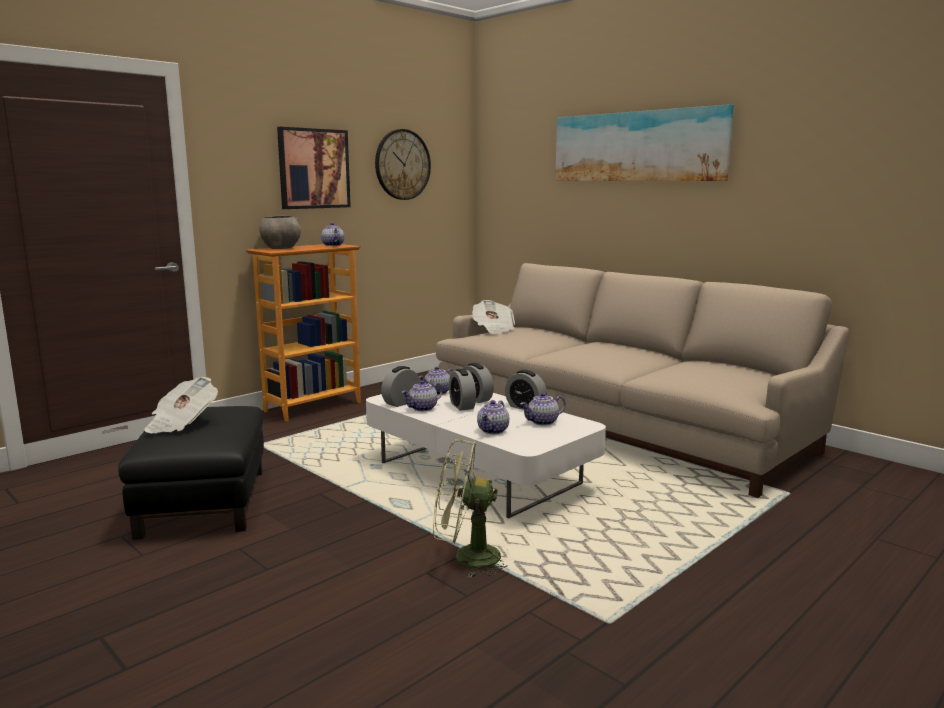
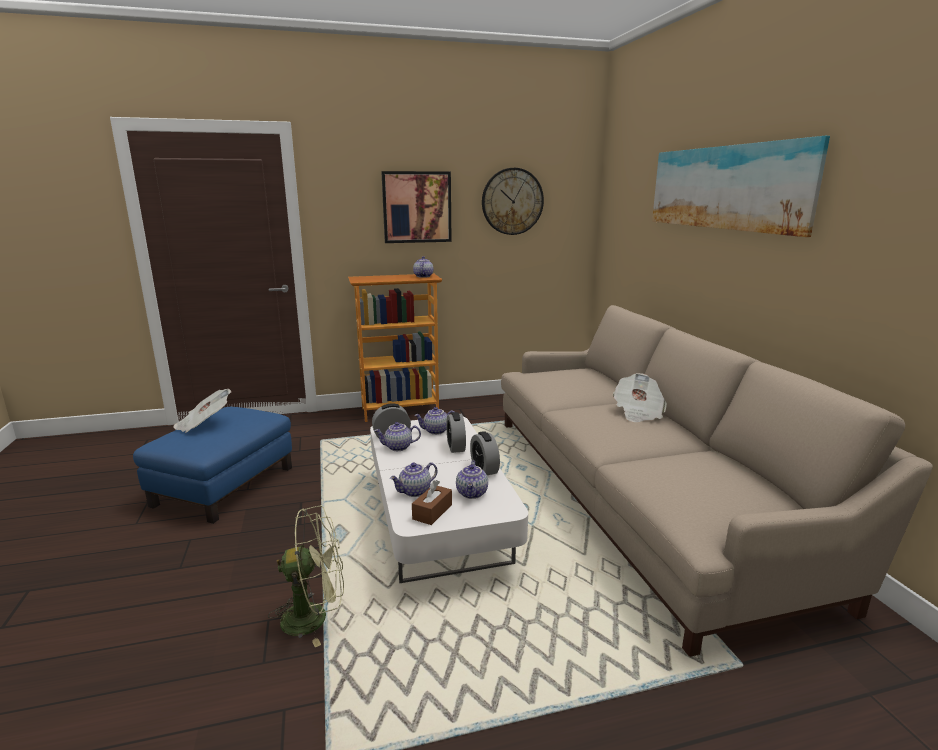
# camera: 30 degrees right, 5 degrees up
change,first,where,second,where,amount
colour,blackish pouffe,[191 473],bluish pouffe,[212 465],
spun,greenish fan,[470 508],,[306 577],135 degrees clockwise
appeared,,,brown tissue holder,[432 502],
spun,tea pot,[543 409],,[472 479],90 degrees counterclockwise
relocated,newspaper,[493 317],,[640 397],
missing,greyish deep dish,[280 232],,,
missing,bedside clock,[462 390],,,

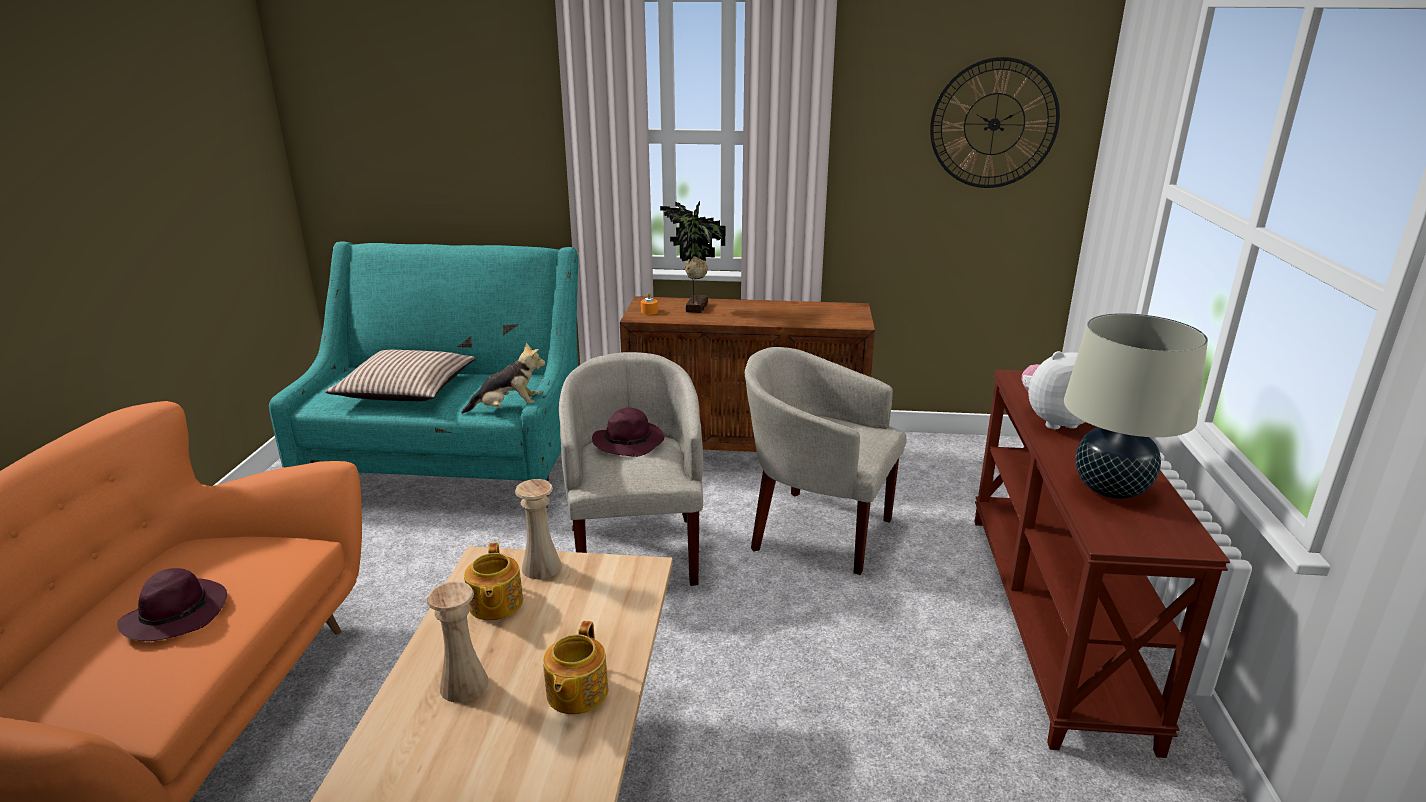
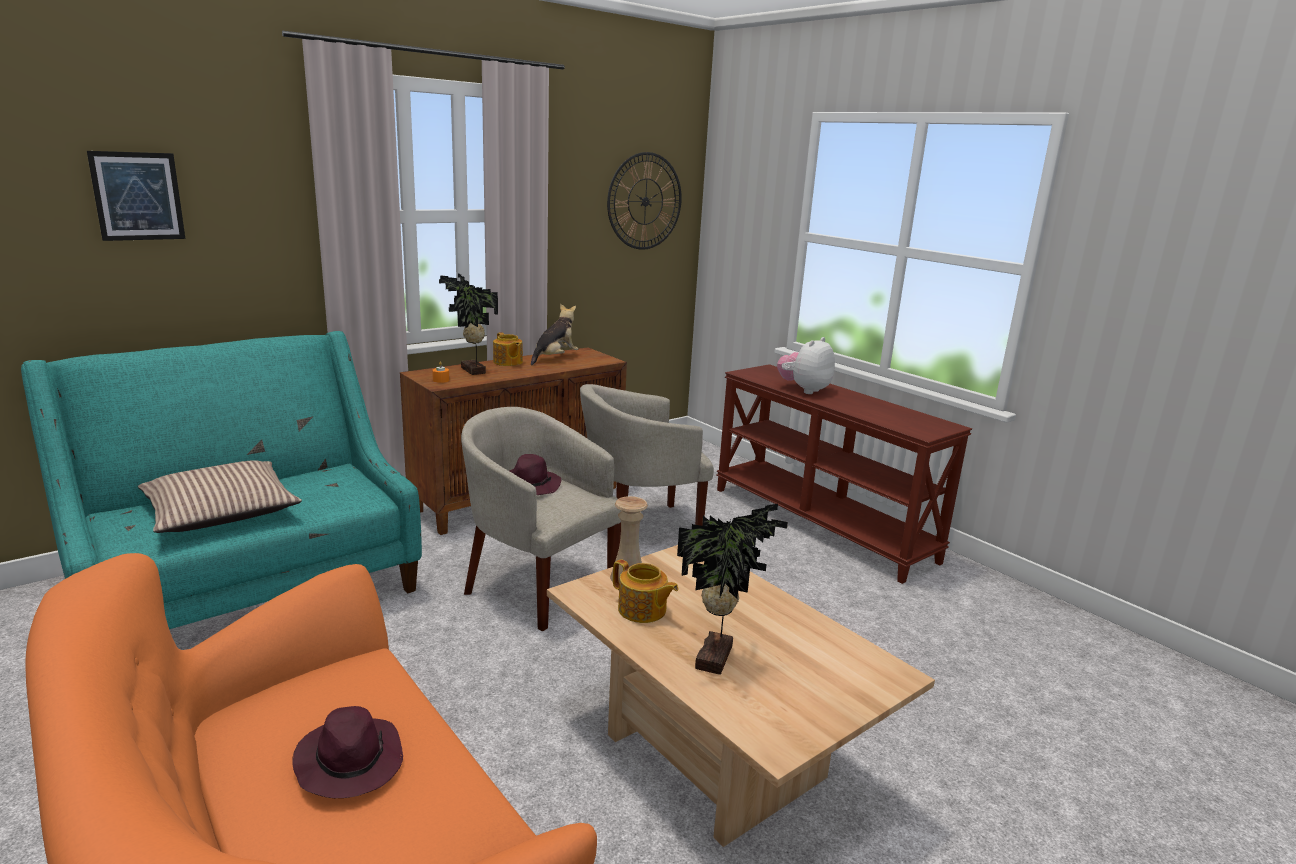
# camera: 45 degrees left, 5 degrees down
change,first,where,second,where,amount
appeared,,,picture,[136 196],
relocated,tea pot,[575 667],,[508 349],
relocated,soft toy,[503 378],,[554 334],
exchanged,sand-coloured decorative vase,[458 642],potted plant,[732 589],
missing,sand-coloured lamp for a table,[1136 406],,,

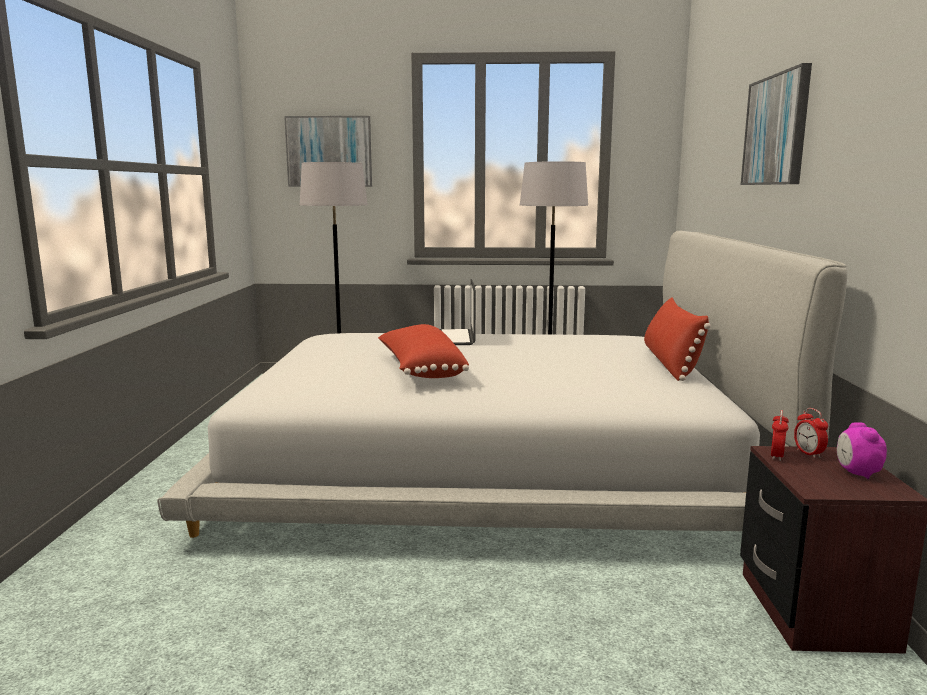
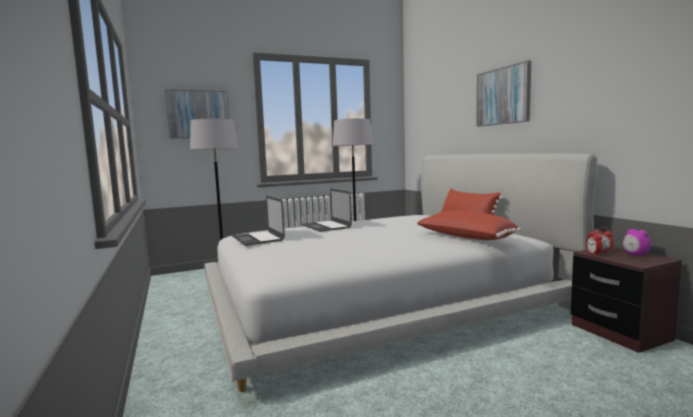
# camera: 25 degrees left, 5 degrees down
change,first,where,second,where,amount
appeared,,,portable computer,[259 221],
relocated,red pillow,[423 351],,[469 225],

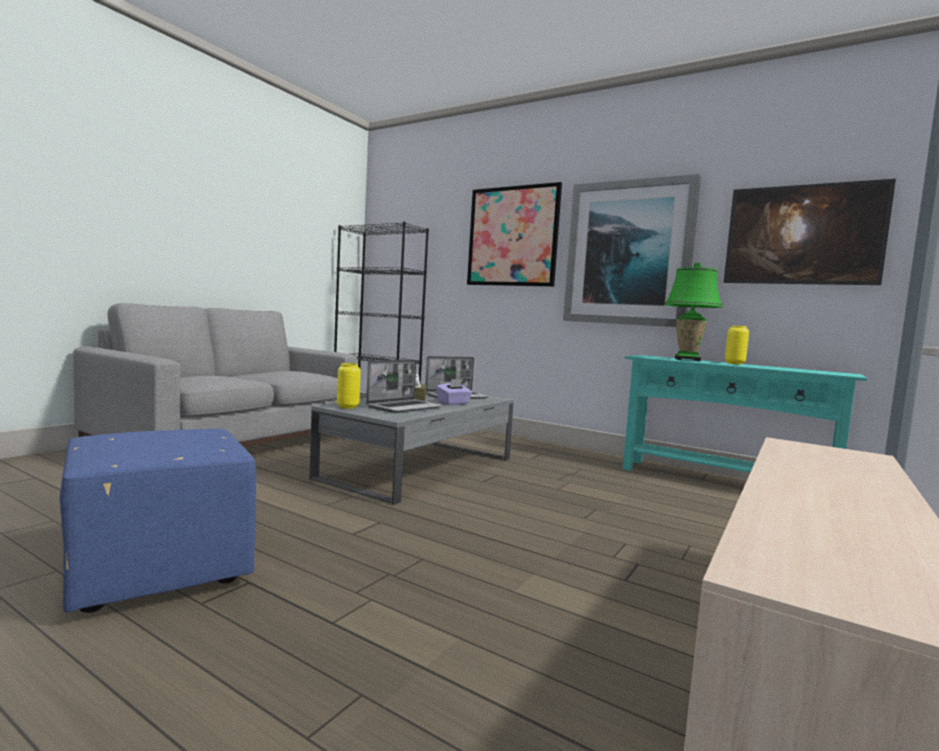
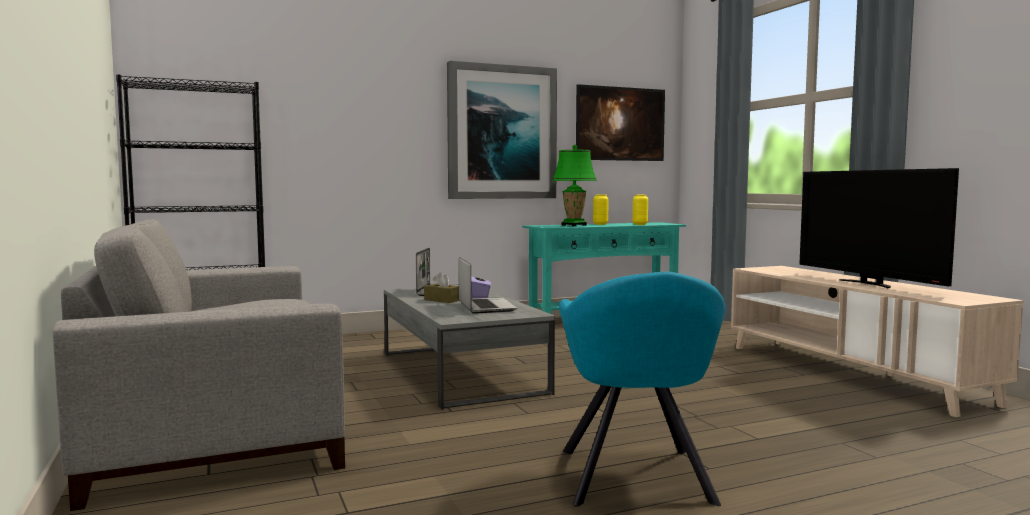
# camera: 55 degrees left, 0 degrees up
change,first,where,second,where,amount
exchanged,bluish pouffe,[157 521],turquoise easy chair,[642 389],
relocated,yellow decorative vase,[349 386],,[640 210],
appeared,,,TV,[879 228],
missing,picture,[514 234],,,

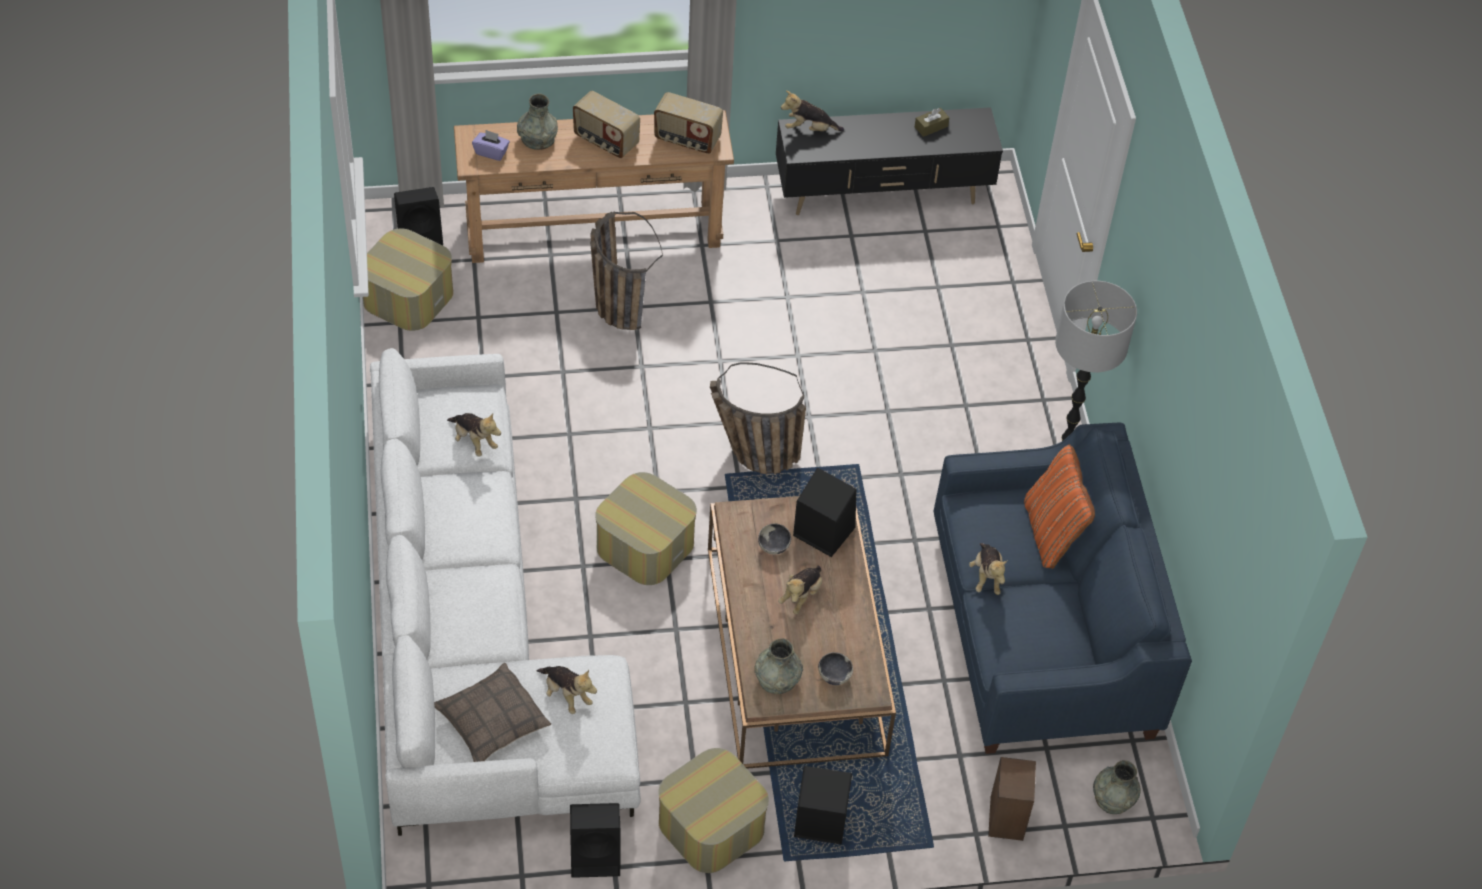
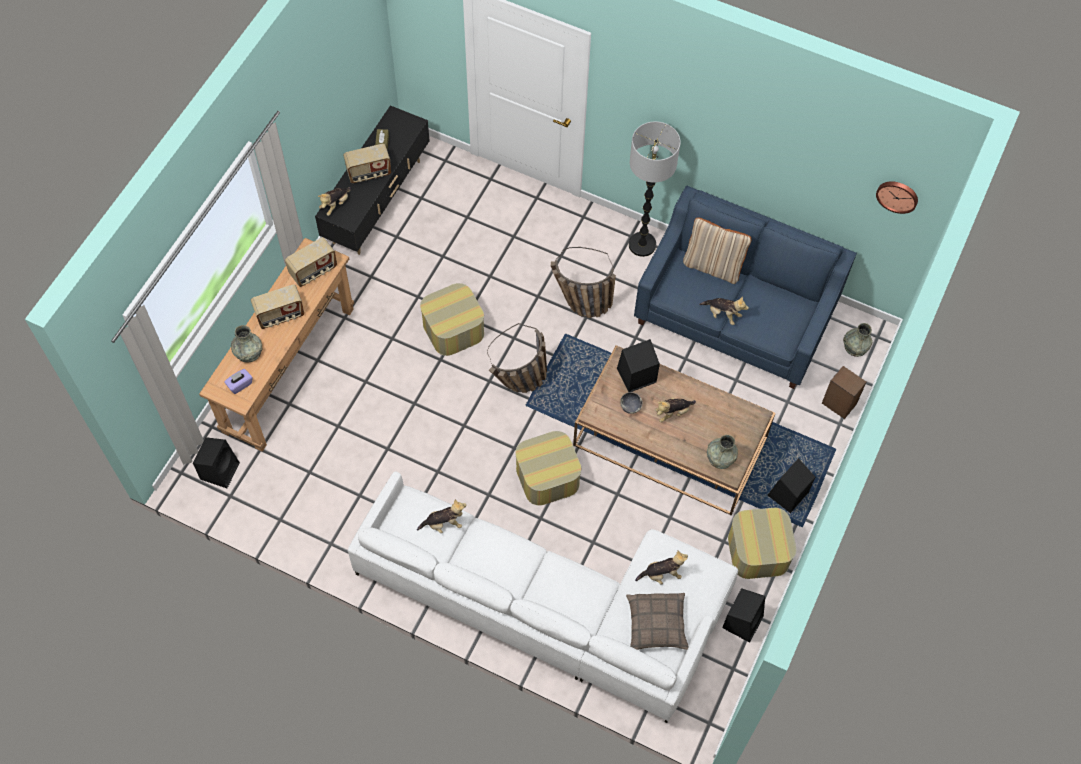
# camera: 55 degrees left, 10 degrees up
change,first,where,second,where,amount
appeared,,,radio receiver,[367 163],
relocated,pouffe,[408 280],,[452 319],
relocated,storage basket,[626 271],,[583 282],
spun,soft toy,[800 589],,[675 409],90 degrees clockwise
colour,orange-coloured pillow,[1059 506],sand-coloured pillow,[717 251],
appeared,,,wall clock,[897 197],
missing,deep dish,[835 668],,,

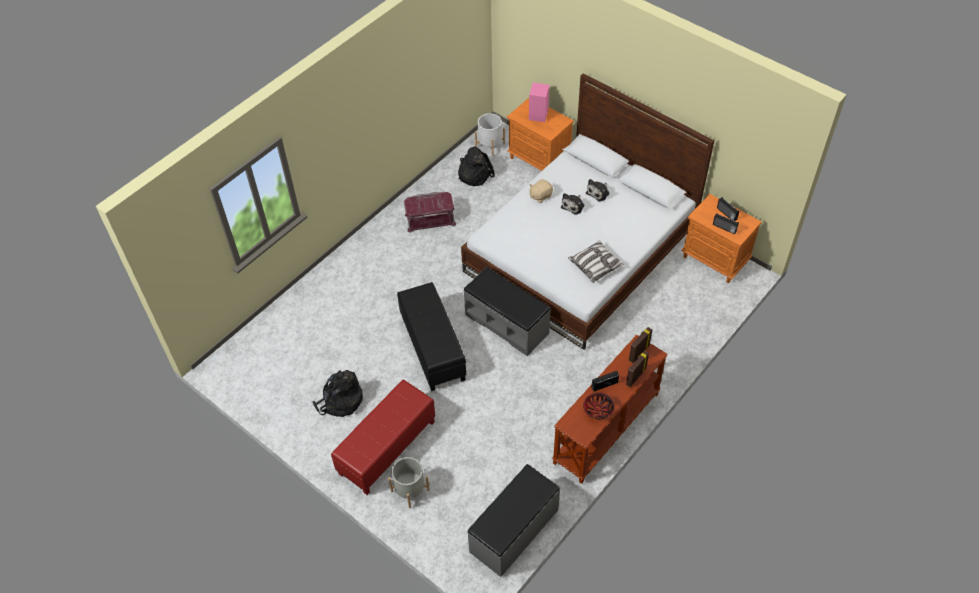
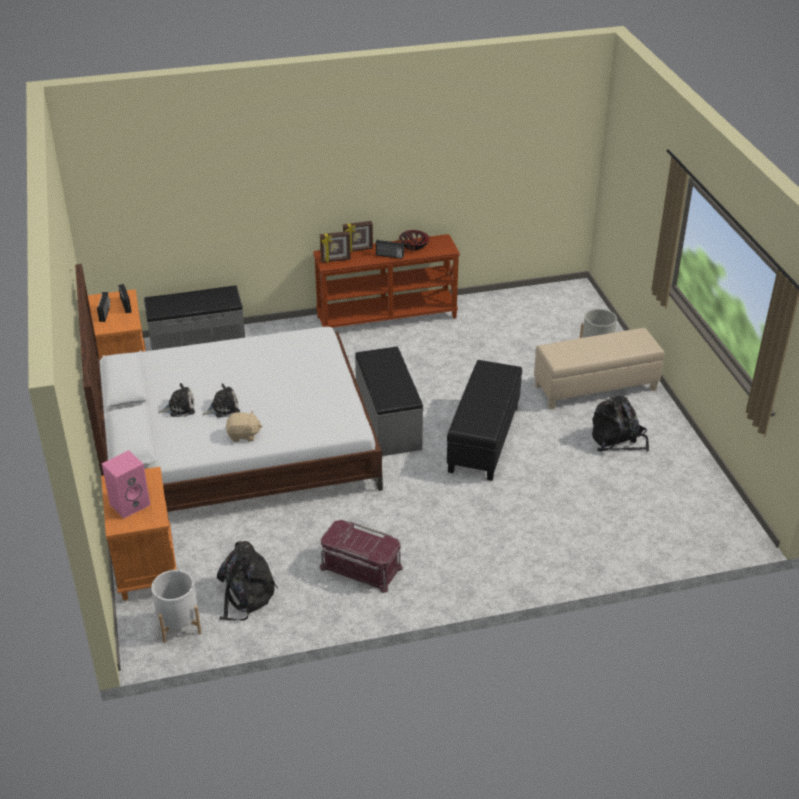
# camera: 145 degrees left, 15 degrees down
change,first,where,second,where,amount
relocated,greyish indoor bench,[513 520],,[194 317],
colour,red pouffe,[383 437],sand-coloured pouffe,[599 369],
missing,pillow,[596 261],,,

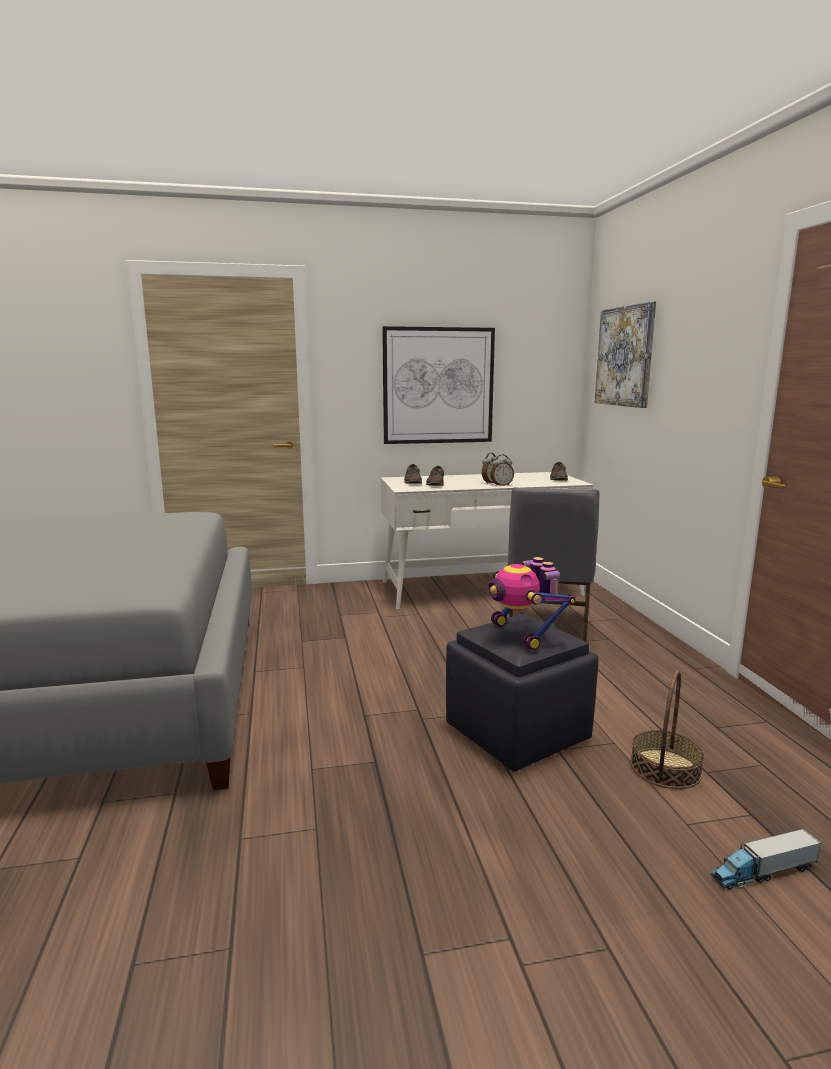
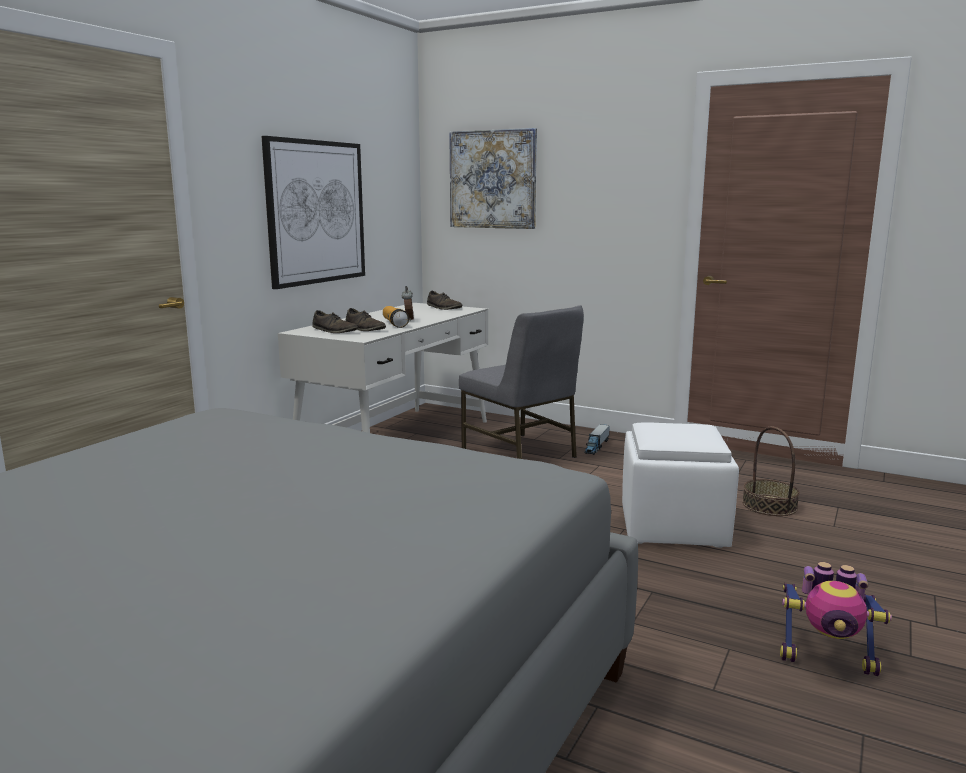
# camera: 50 degrees left, 0 degrees up
change,first,where,second,where,amount
appeared,,,torch,[396 317],
relocated,toy lorry,[766 859],,[597 439],
colour,blackish pouffe,[522 693],white-coloured pouffe,[680 485],
relocated,robot figure,[532 603],,[836 619],
missing,bedside clock,[502 470],,,

